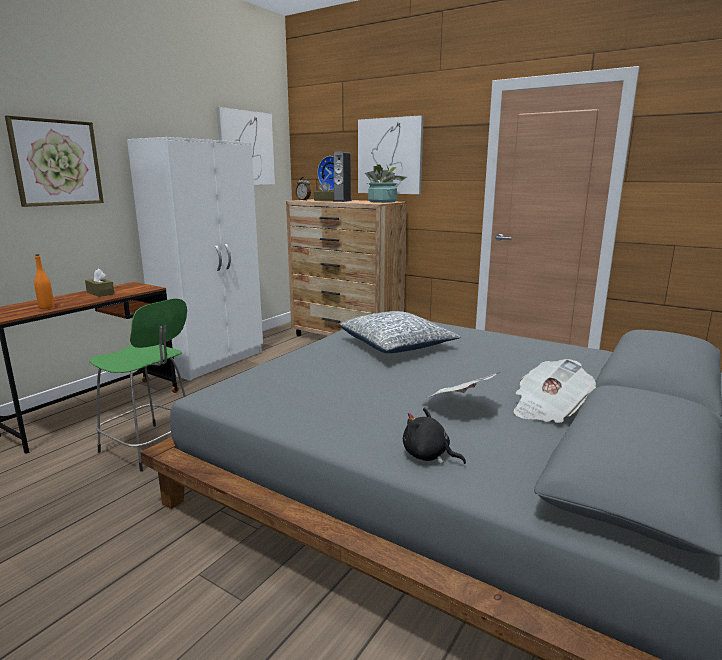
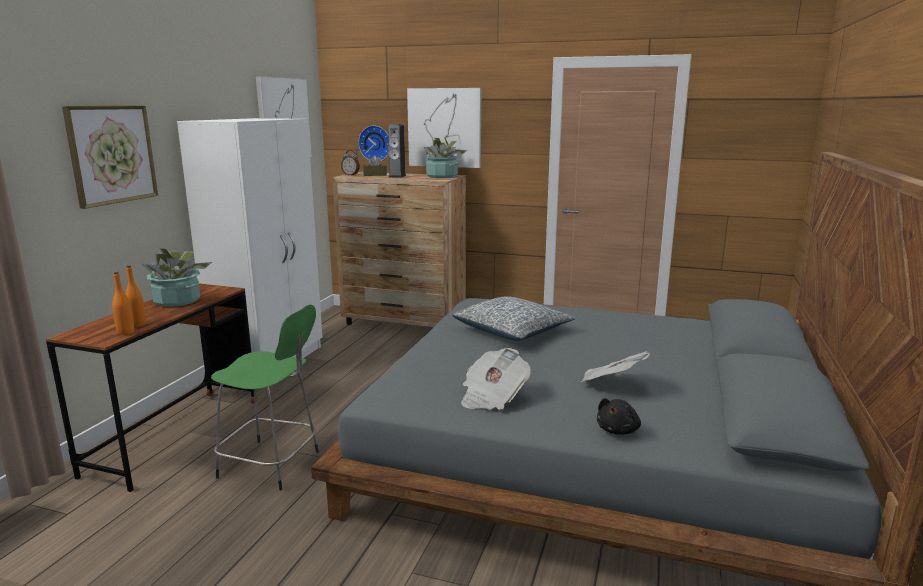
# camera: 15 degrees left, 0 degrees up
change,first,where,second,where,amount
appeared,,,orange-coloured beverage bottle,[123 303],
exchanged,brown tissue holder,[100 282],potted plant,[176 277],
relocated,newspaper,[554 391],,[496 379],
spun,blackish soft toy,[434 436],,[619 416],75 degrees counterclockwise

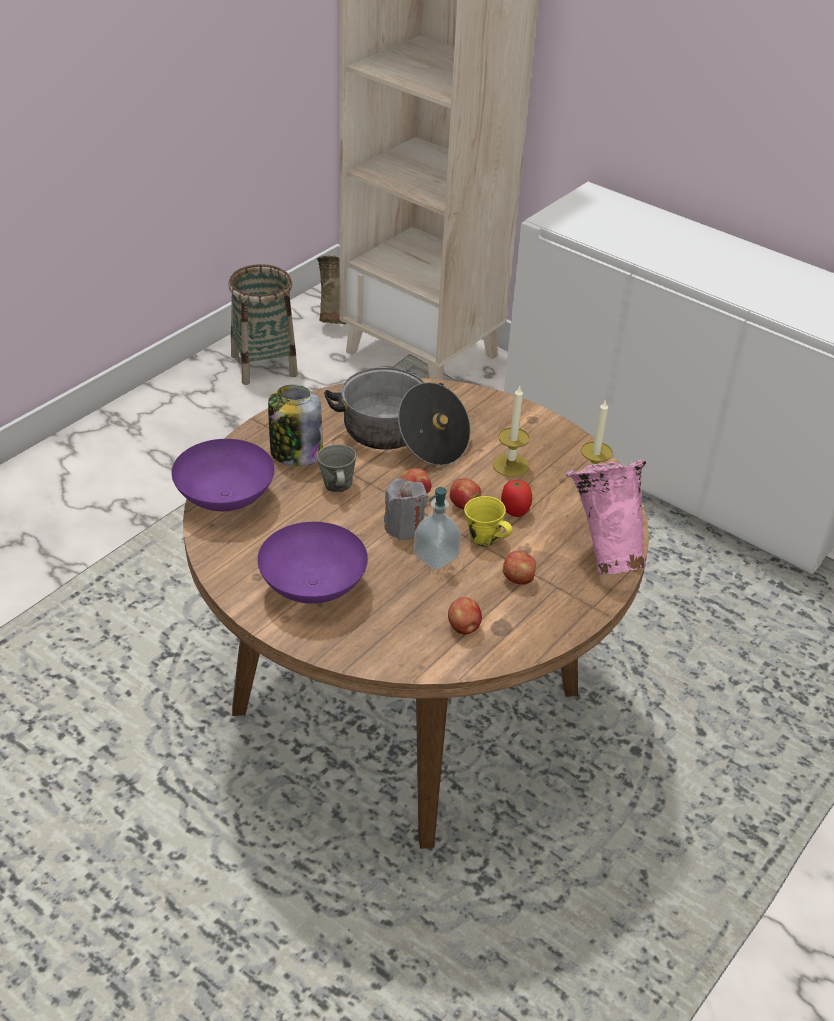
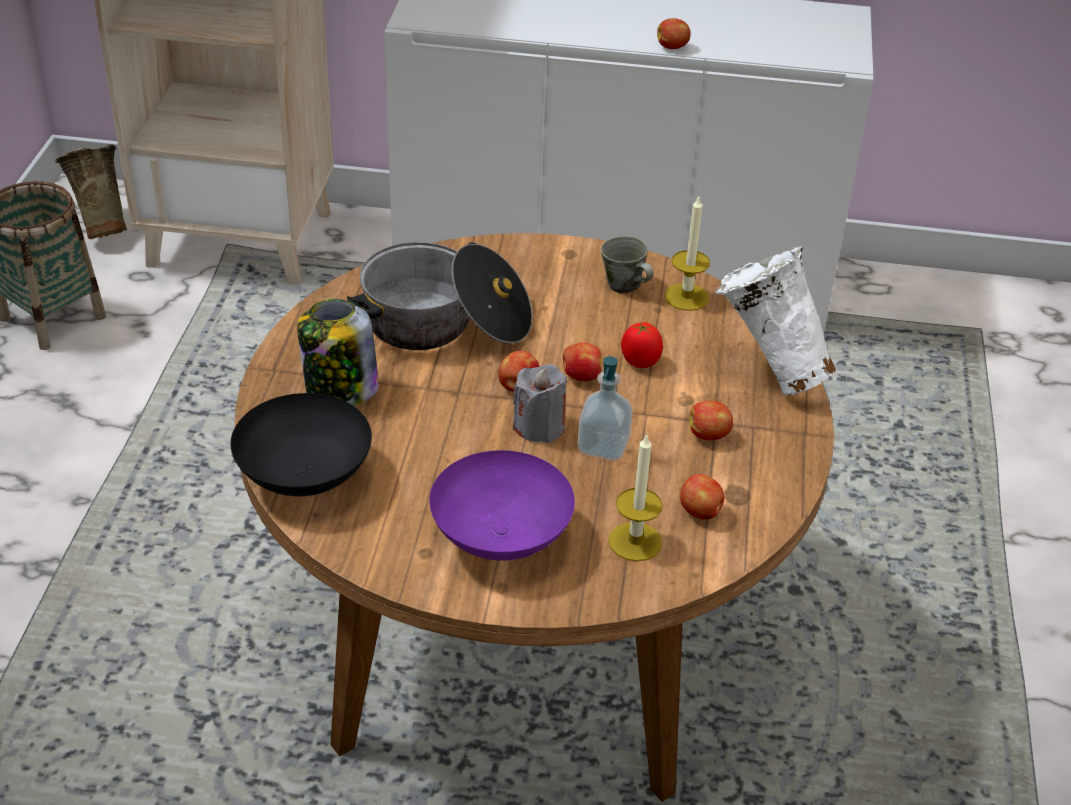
# camera: 30 degrees left, 0 degrees up
change,first,where,second,where,amount
colour,purple deep dish,[222 475],blackish deep dish,[301 444],
relocated,greyish mug,[336 468],,[627 264],
relocated,wax candle,[511 431],,[635 498],
appeared,,,apple fruit,[674 33],
colour,pink decorative vase,[605 517],white-coloured decorative vase,[775 321],
missing,yellow mug,[488 521],,,

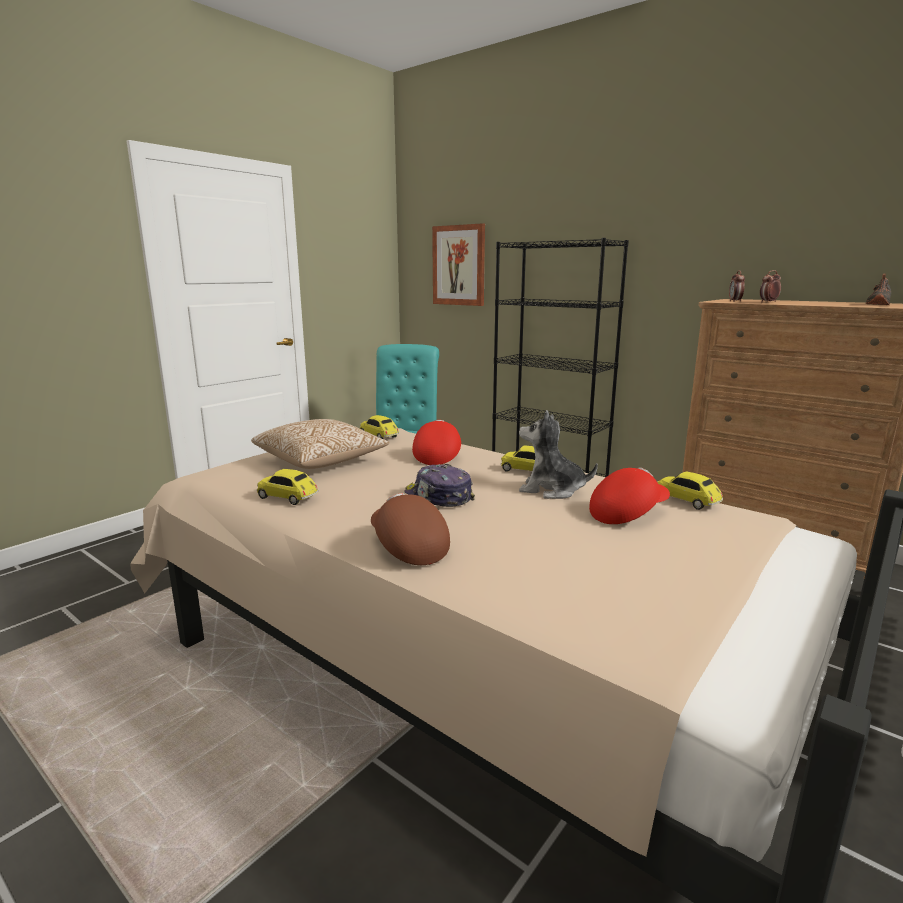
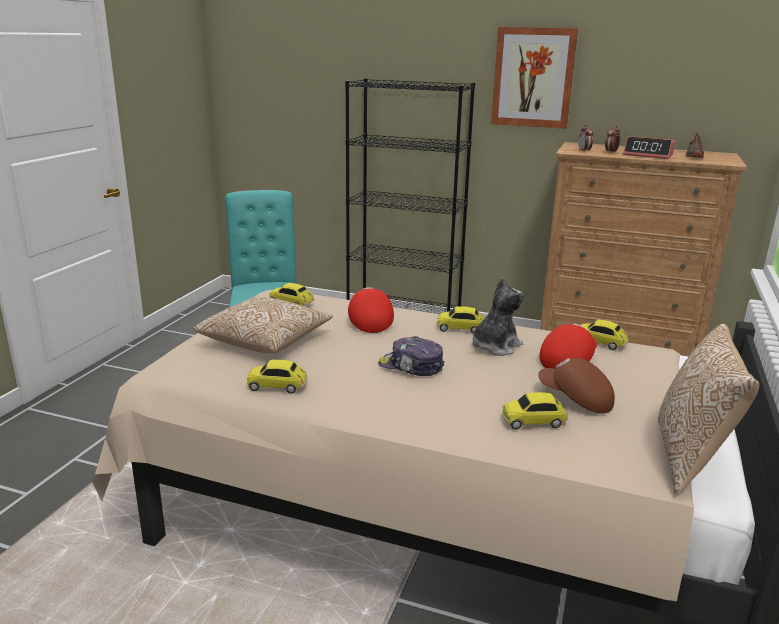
# camera: 20 degrees left, 5 degrees up
change,first,where,second,where,amount
spun,soft toy,[558 454],,[498 316],135 degrees clockwise
relocated,picture,[458 264],,[534 78],
appeared,,,miniature car,[535 411],
relocated,brown baseball cap,[410 529],,[576 386],
appeared,,,bedside clock,[649 147],
appeared,,,pillow,[708 409],

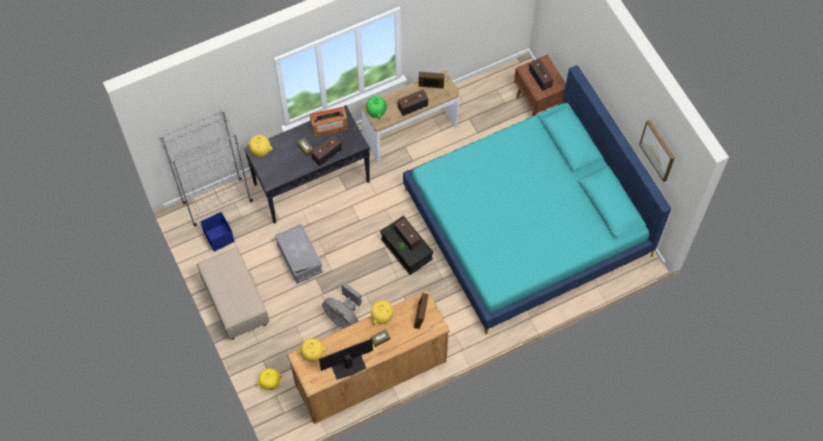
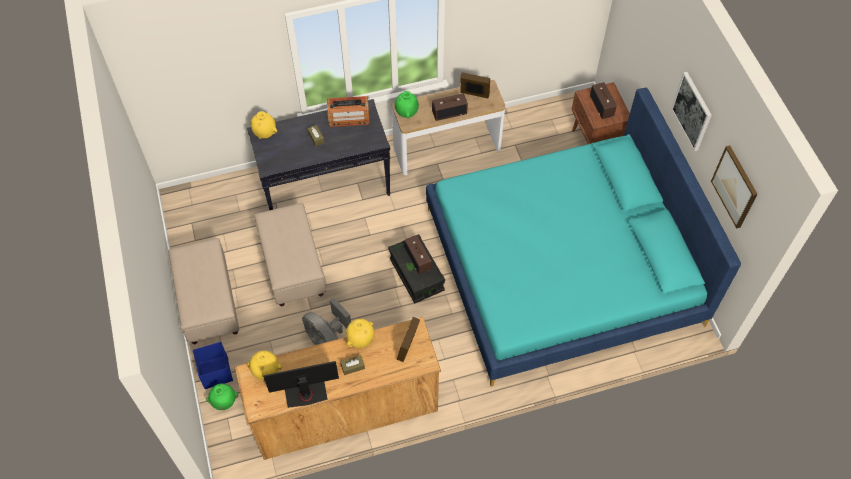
# camera: 10 degrees right, 5 degrees down
change,first,where,second,where,amount
relocated,bluish storage container,[217 231],,[213 365],
colour,yellow decorative vase,[269 379],greenish decorative vase,[222 396],
exchanged,greyish storage container,[299 254],sand-coloured pouffe,[290 254],
appeared,,,picture,[691 111],
missing,greyish shelving unit,[207 168],,,
missing,radio receiver,[326 150],,,

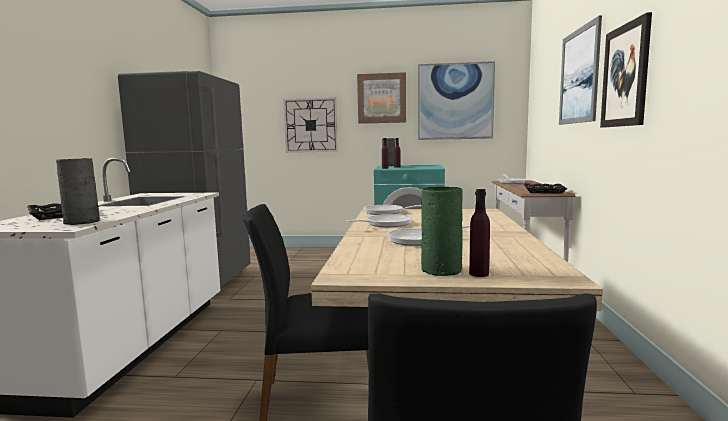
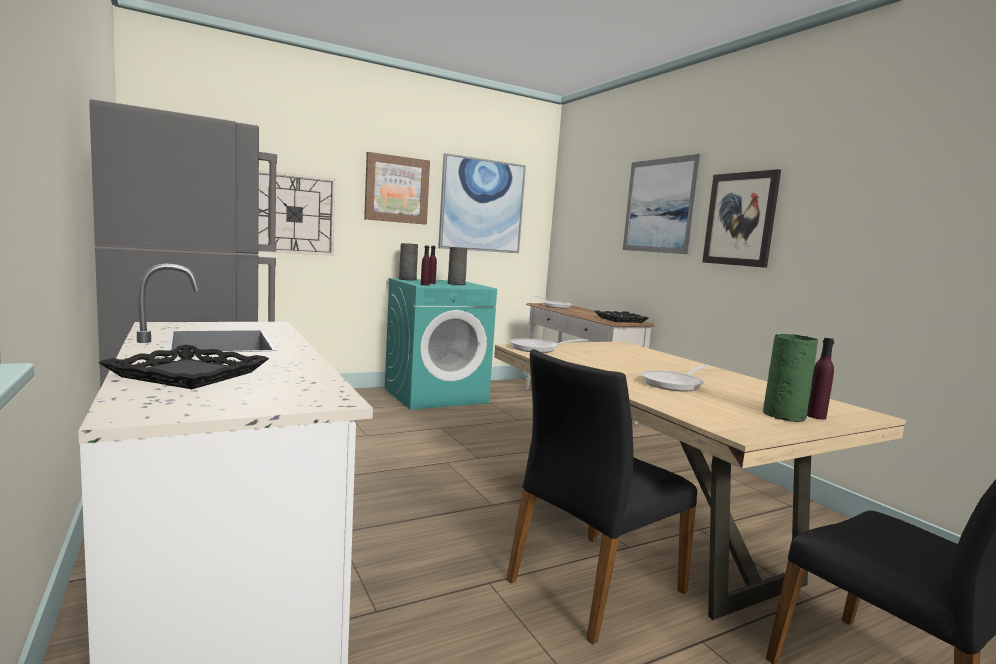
# camera: 35 degrees left, 0 degrees up
change,first,where,second,where,amount
relocated,greyish decorative vase,[78 191],,[457 266],
missing,pan,[379 220],,,

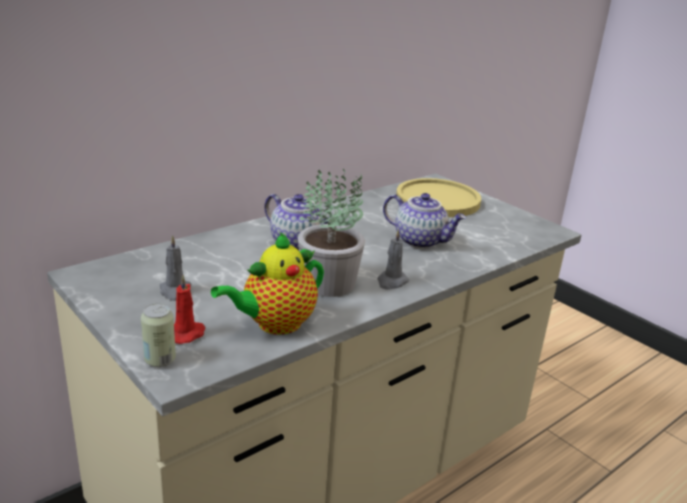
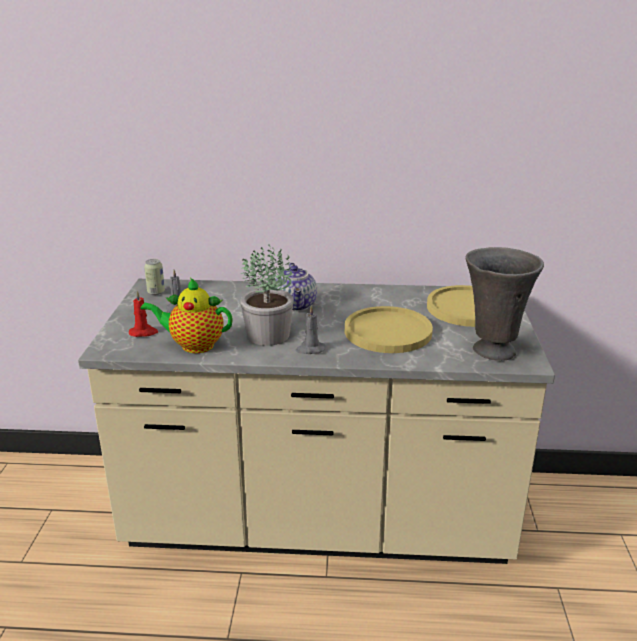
# camera: 45 degrees right, 0 degrees up
change,first,where,second,where,amount
relocated,metal can,[158 335],,[154 277],
exchanged,tea pot,[424 221],yellow plate,[389 329],
appeared,,,greyish decorative vase,[505 304],

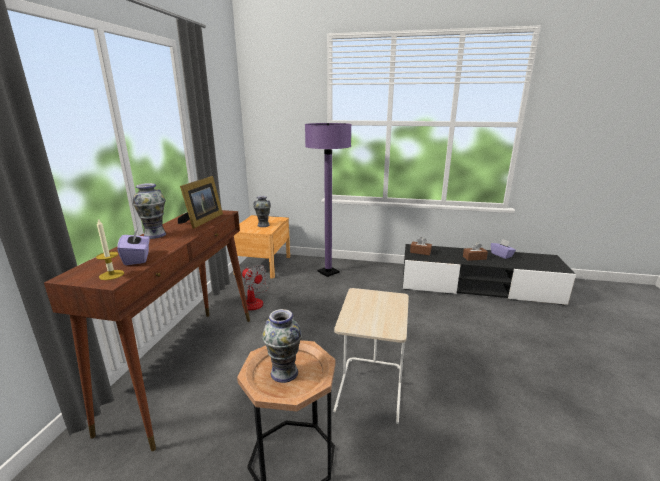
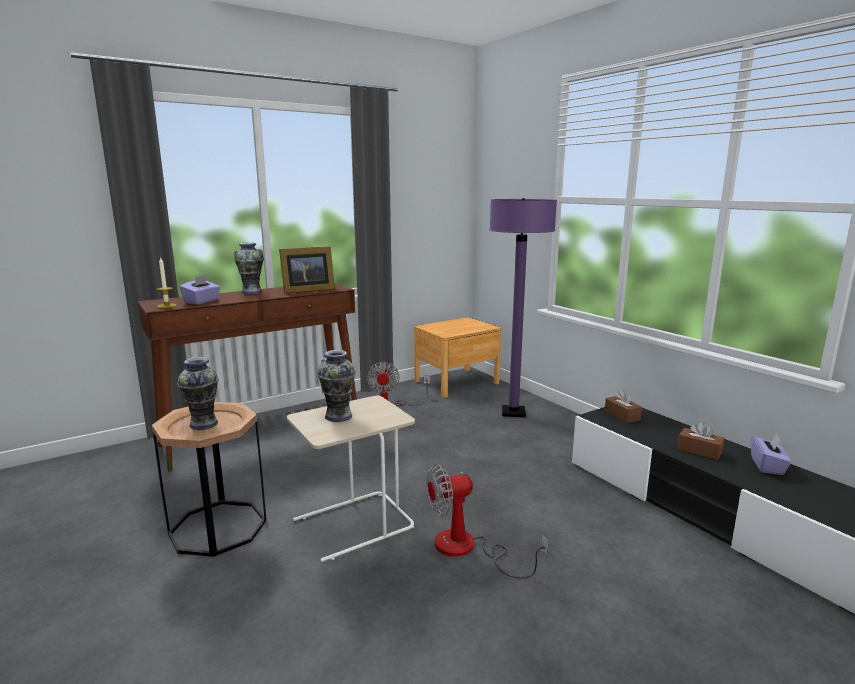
# camera: 45 degrees right, 5 degrees down
change,first,where,second,where,amount
relocated,decorative vase,[262 211],,[337 386],
appeared,,,fan,[487 521],

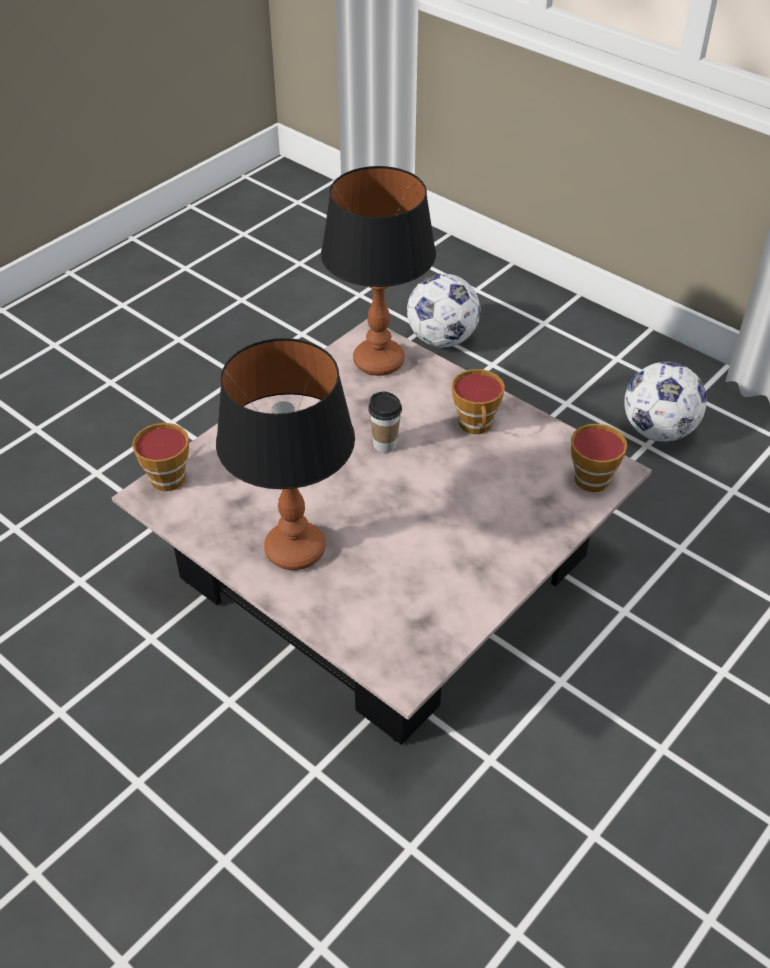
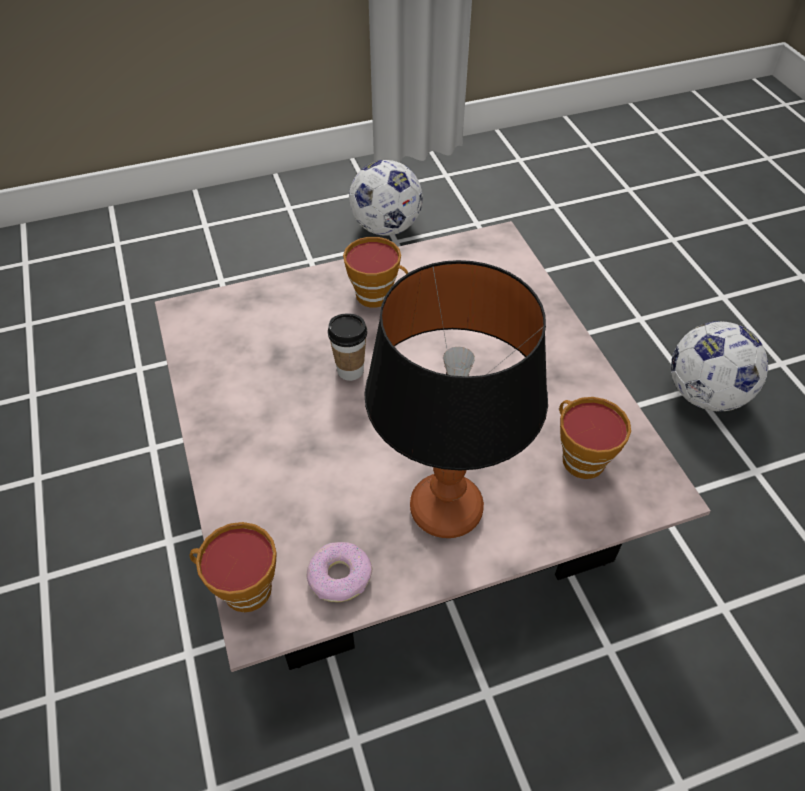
# camera: 60 degrees left, 5 degrees up
change,first,where,second,where,amount
appeared,,,ring doughnut,[339 572],
relocated,cup,[599 458],,[595 438],
relocated,ball for football,[443 310],,[719 366],
missing,lamp for a table,[378 271],,,

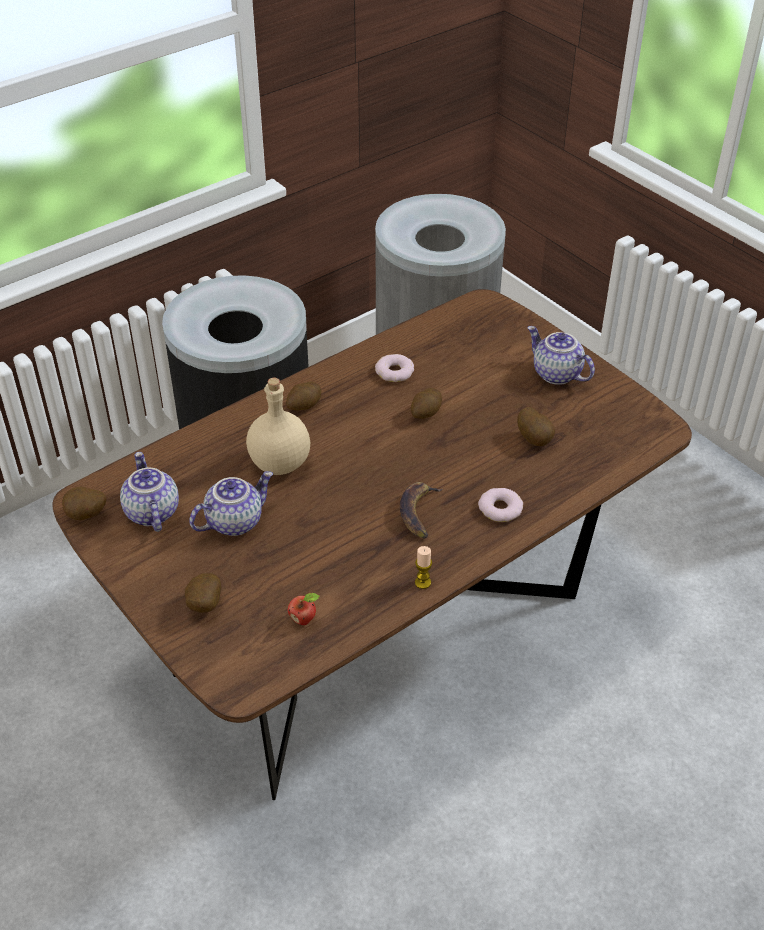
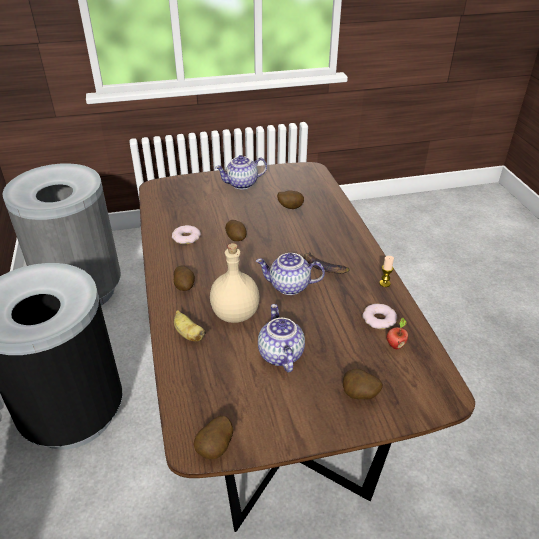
# camera: 65 degrees left, 5 degrees down
change,first,where,second,where,amount
appeared,,,banana,[190 325],
relocated,tea pot,[149 492],,[290 274],
relocated,ring doughnut,[500 505],,[379 316],

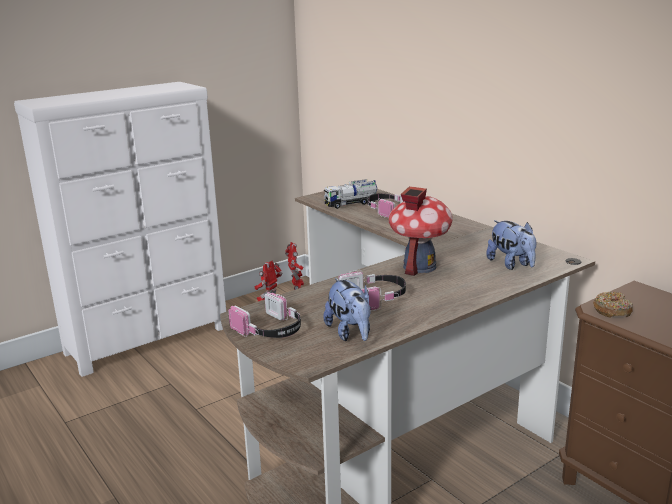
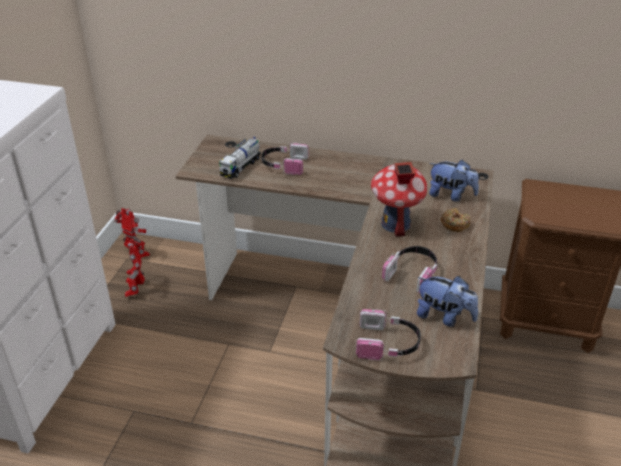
# camera: 40 degrees left, 15 degrees up
change,first,where,second,where,amount
relocated,ring doughnut,[613 305],,[455 220],

